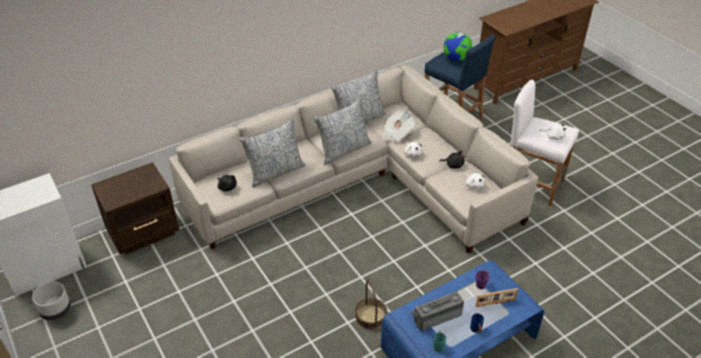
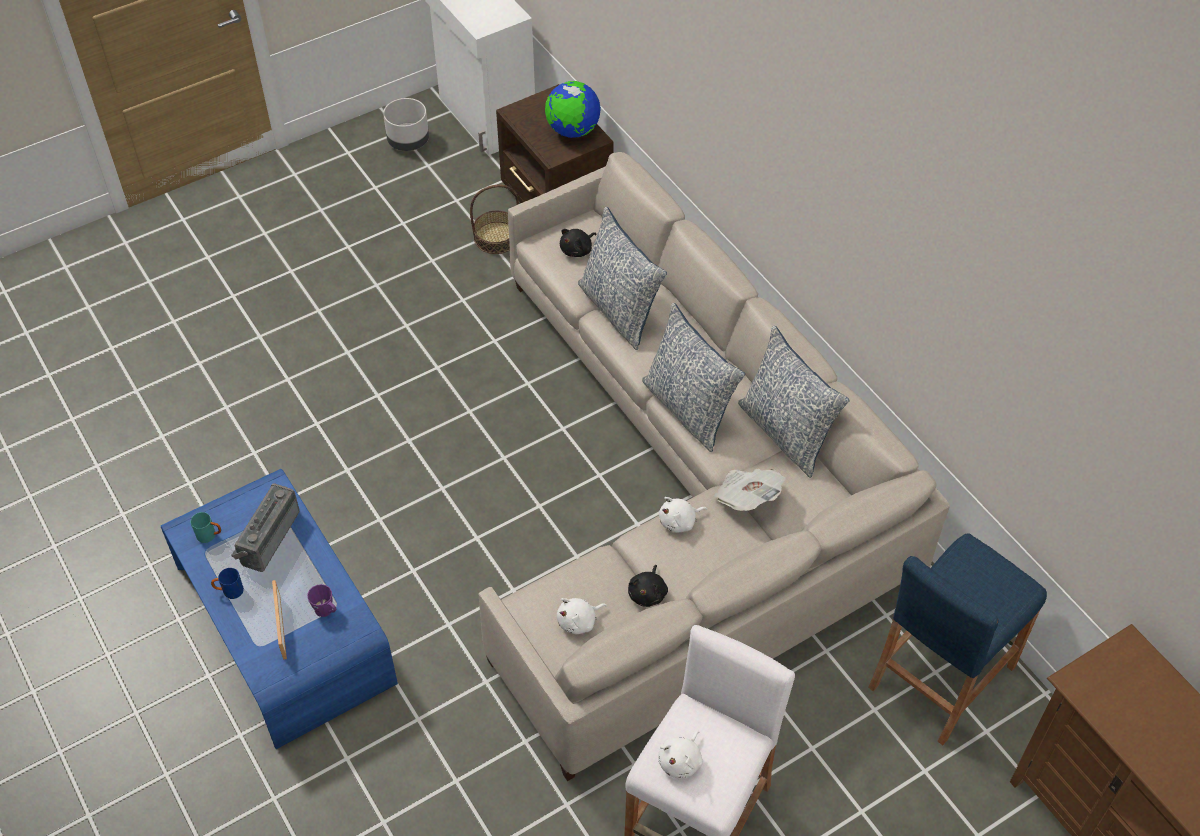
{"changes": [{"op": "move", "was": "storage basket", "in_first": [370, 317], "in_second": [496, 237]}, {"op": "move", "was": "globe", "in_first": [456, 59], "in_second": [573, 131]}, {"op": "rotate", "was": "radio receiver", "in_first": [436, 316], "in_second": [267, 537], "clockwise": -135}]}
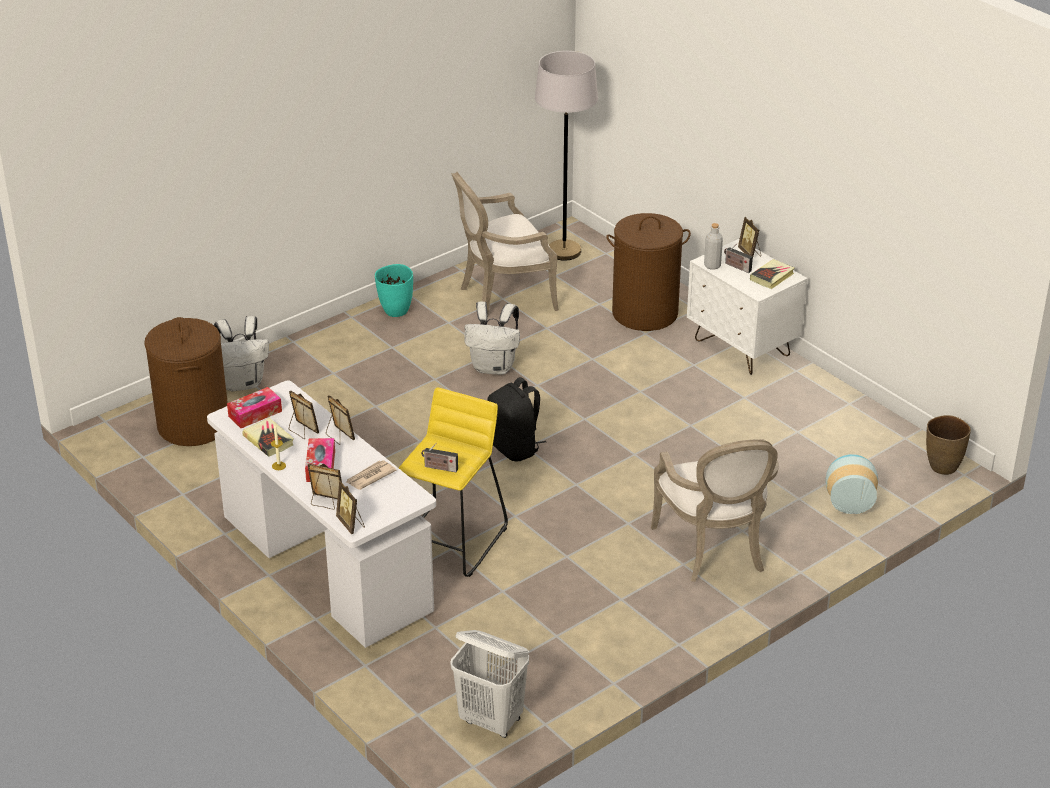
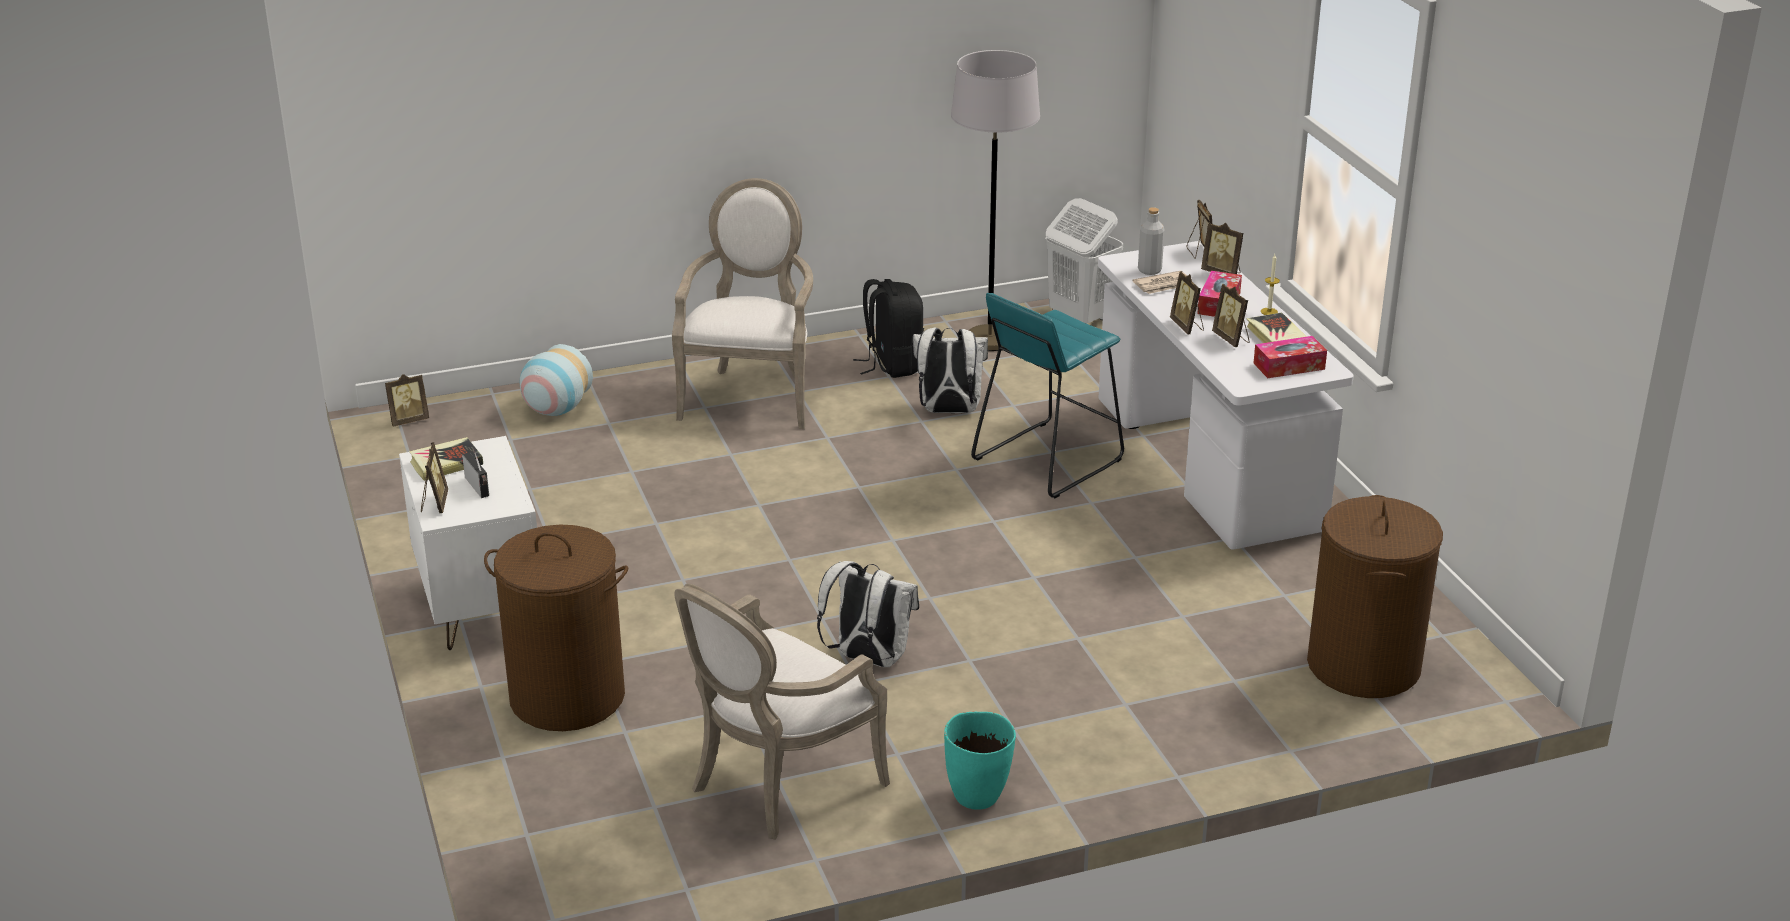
{"changes": [{"op": "delete", "was": "radio receiver", "in_first": [439, 468]}, {"op": "move", "was": "white backpack", "in_first": [243, 383], "in_second": [948, 411]}, {"op": "move", "was": "black backpack", "in_first": [515, 448], "in_second": [892, 365]}, {"op": "move", "was": "gray standing lamp", "in_first": [564, 251], "in_second": [989, 340]}, {"op": "move", "was": "gray bottle", "in_first": [712, 265], "in_second": [1149, 270]}, {"op": "replace", "was": "brownish vase", "now": "picture frame", "in_first": [942, 467], "in_second": [408, 420]}, {"op": "recolor", "was": "yellow-coloured sitting stool", "now": "turquoise sitting stool", "in_first": [451, 540], "in_second": [1047, 459]}, {"op": "rotate", "was": "lounge chair", "in_first": [502, 296], "in_second": [775, 784], "clockwise": 135}]}
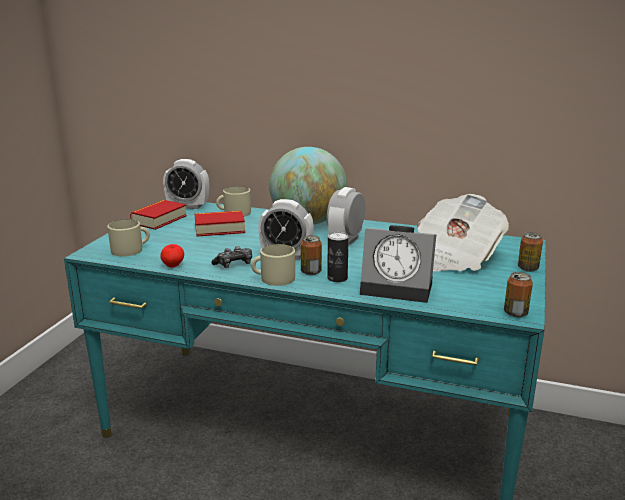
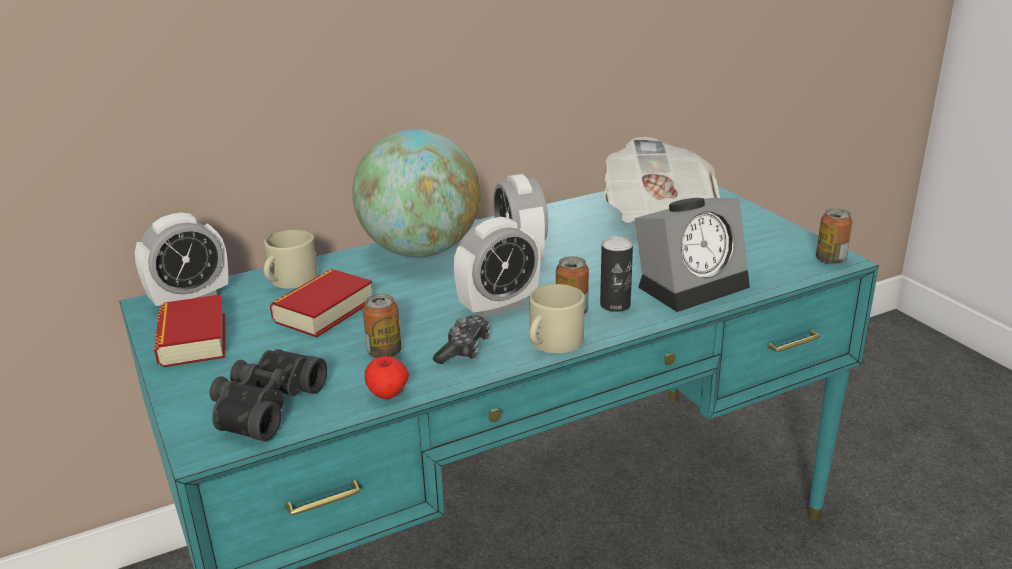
{"changes": [{"op": "move", "was": "can", "in_first": [528, 268], "in_second": [384, 352]}, {"op": "replace", "was": "beige-coloured mug", "now": "black field glasses", "in_first": [131, 250], "in_second": [264, 406]}]}
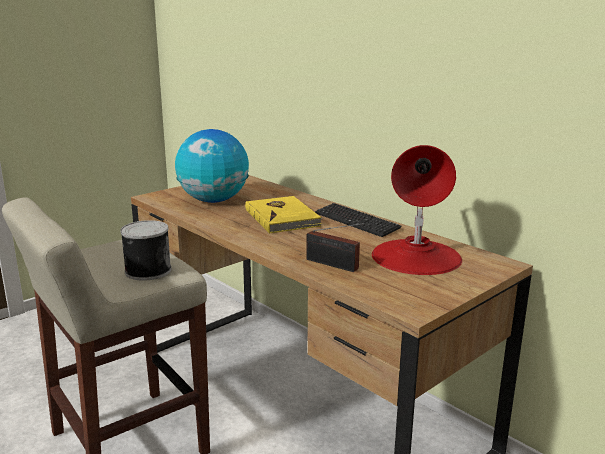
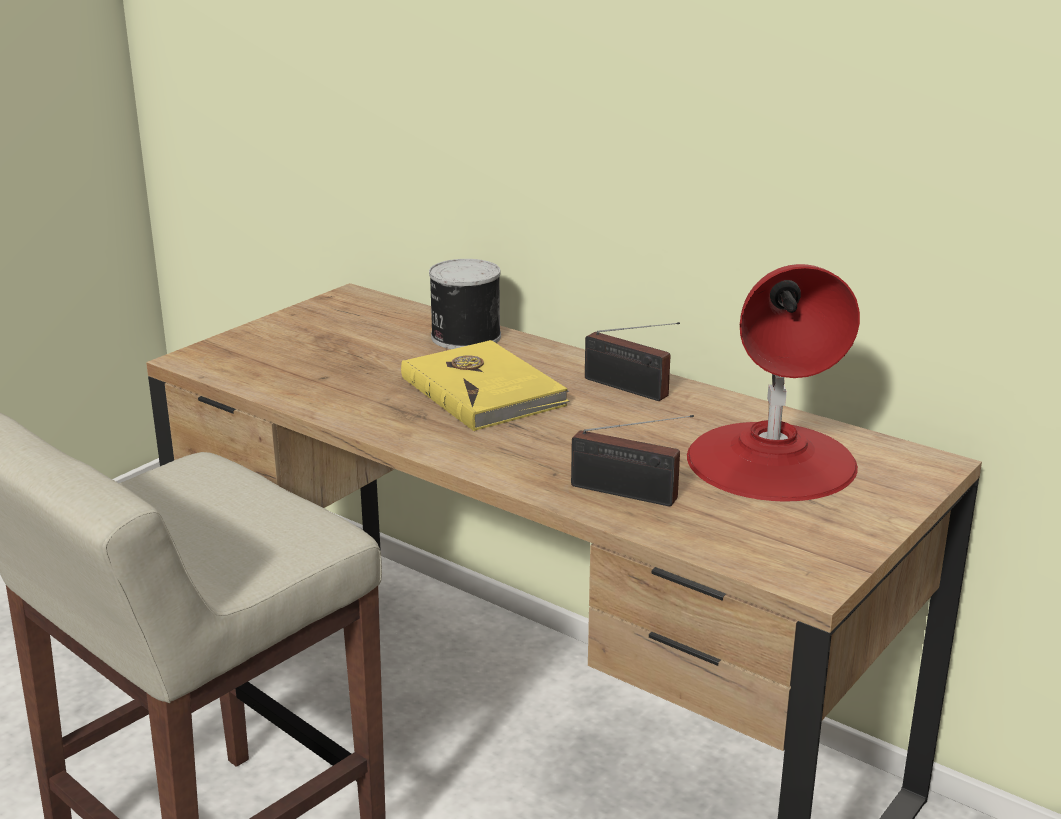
{"changes": [{"op": "delete", "was": "globe", "in_first": [213, 201]}, {"op": "move", "was": "can", "in_first": [147, 270], "in_second": [464, 336]}, {"op": "replace", "was": "keyboard", "now": "radio receiver", "in_first": [356, 221], "in_second": [629, 389]}]}
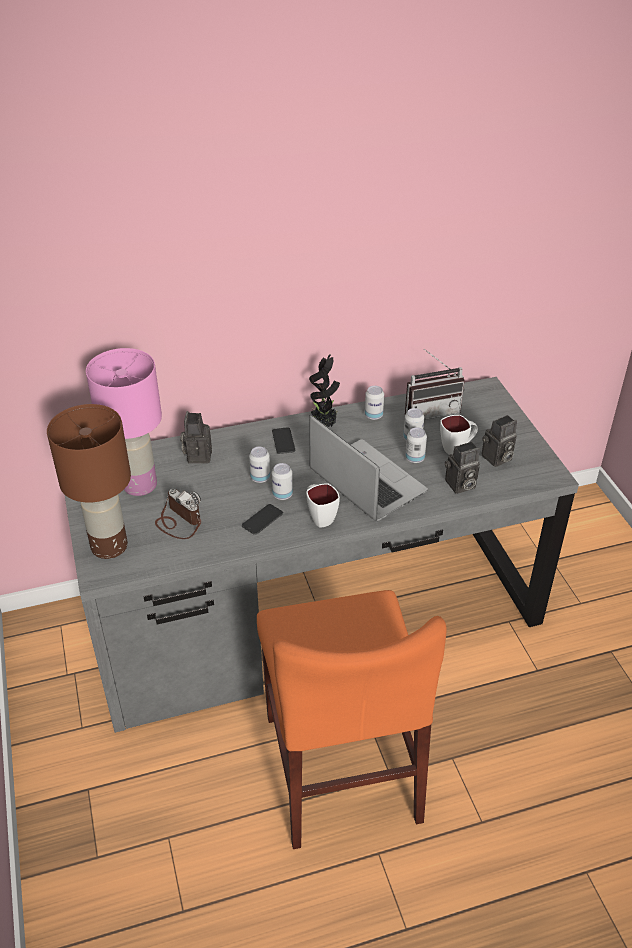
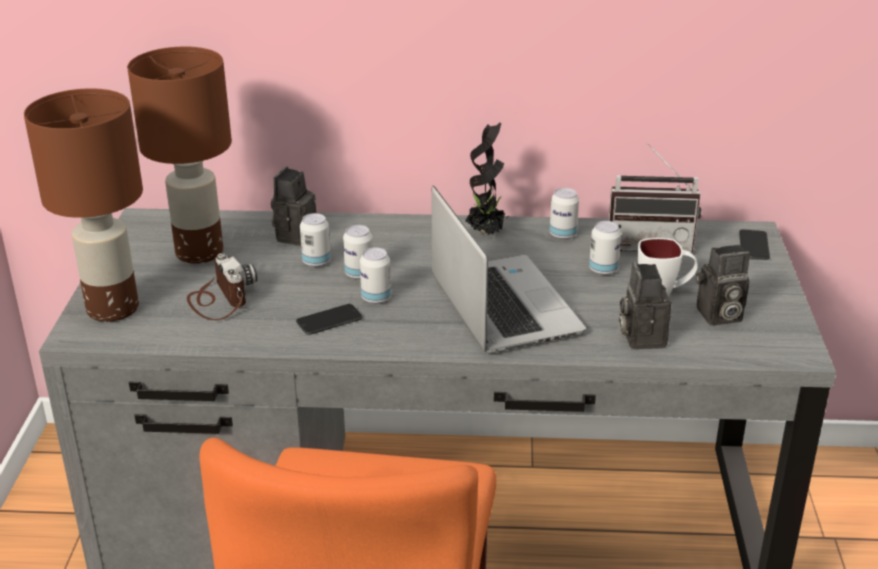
{"changes": [{"op": "delete", "was": "white mug", "in_first": [319, 517]}, {"op": "move", "was": "phone", "in_first": [283, 441], "in_second": [753, 246]}, {"op": "move", "was": "can", "in_first": [414, 458], "in_second": [316, 262]}, {"op": "recolor", "was": "pink table lamp", "now": "brownish table lamp", "in_first": [139, 485], "in_second": [198, 253]}, {"op": "rotate", "was": "photo camera", "in_first": [460, 485], "in_second": [641, 337], "clockwise": 90}]}
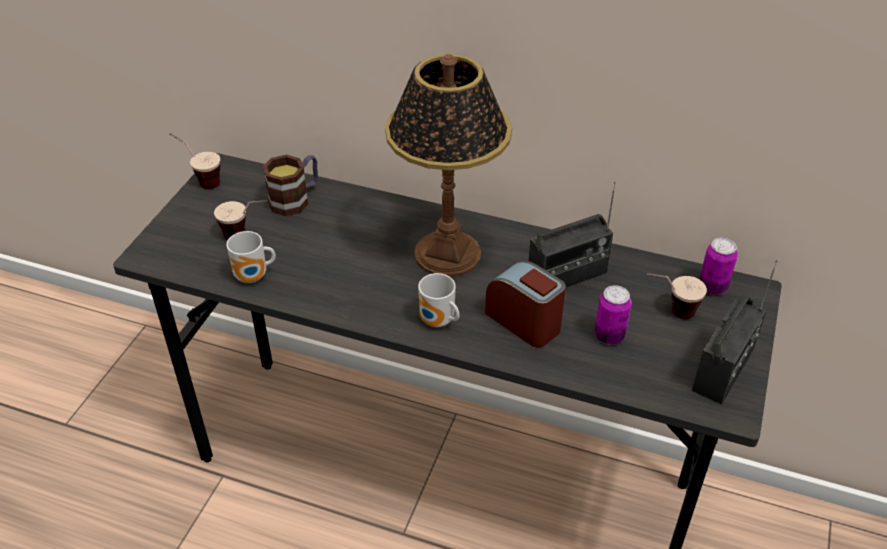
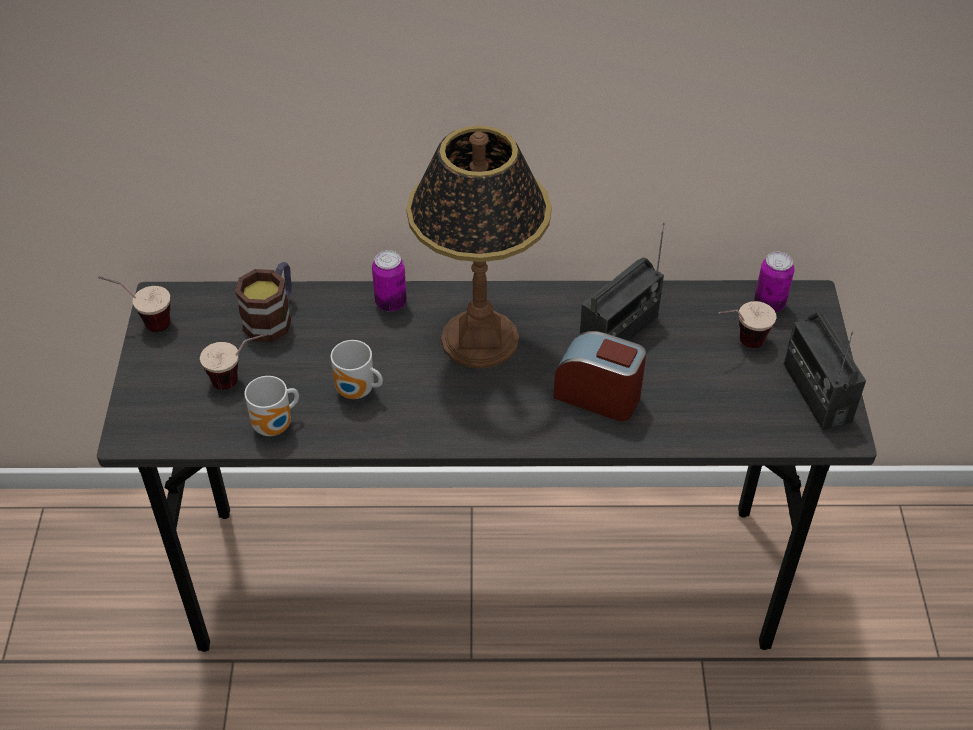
{"changes": [{"op": "move", "was": "mug", "in_first": [438, 322], "in_second": [357, 392]}, {"op": "move", "was": "can", "in_first": [609, 336], "in_second": [391, 303]}, {"op": "rotate", "was": "radio receiver", "in_first": [723, 370], "in_second": [816, 393], "clockwise": 150}]}
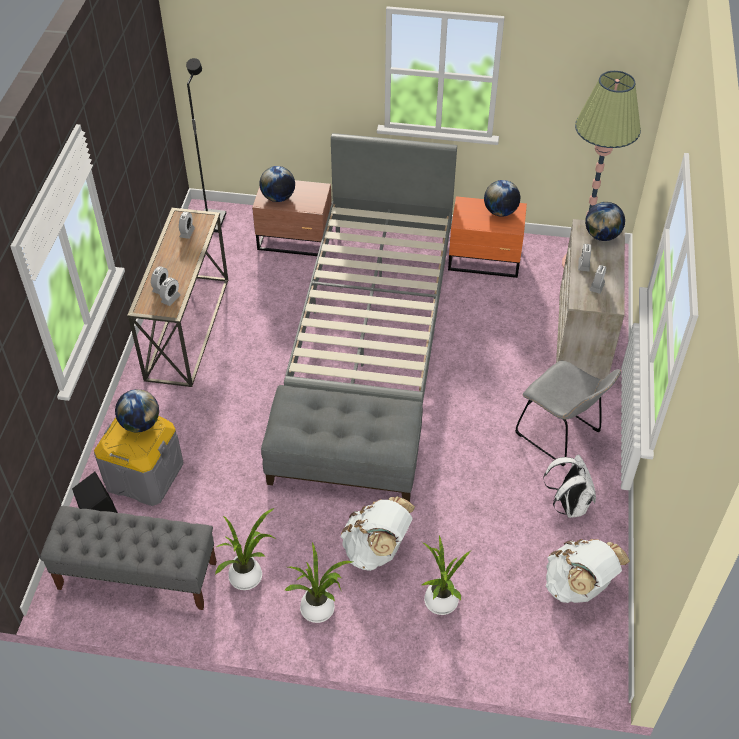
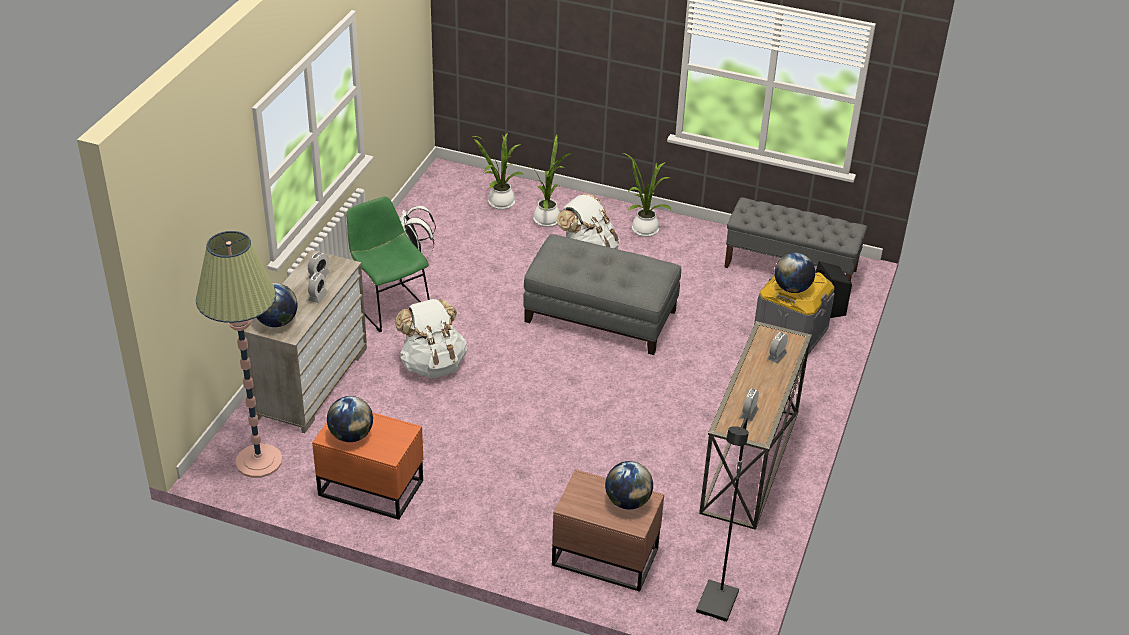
{"changes": [{"op": "delete", "was": "alarm clock", "in_first": [171, 299]}, {"op": "delete", "was": "gray bed", "in_first": [374, 320]}, {"op": "move", "was": "plant in a pot", "in_first": [248, 576], "in_second": [499, 203]}, {"op": "move", "was": "white backpack", "in_first": [578, 586], "in_second": [433, 364]}, {"op": "recolor", "was": "gray chair", "now": "green-coloured chair", "in_first": [561, 435], "in_second": [388, 305]}]}
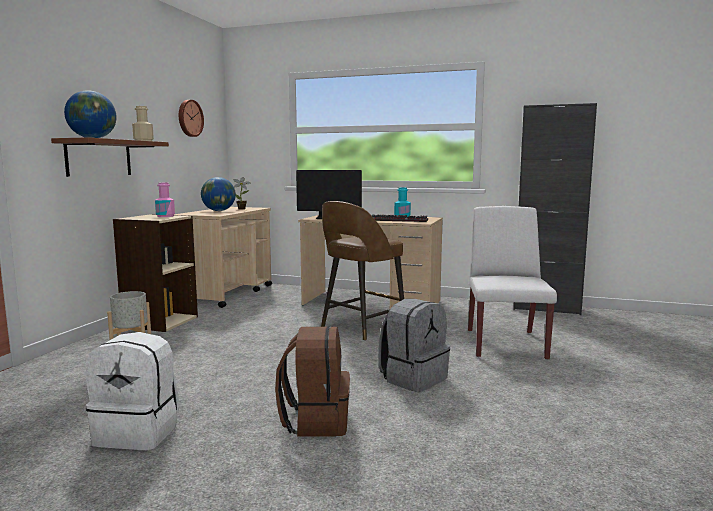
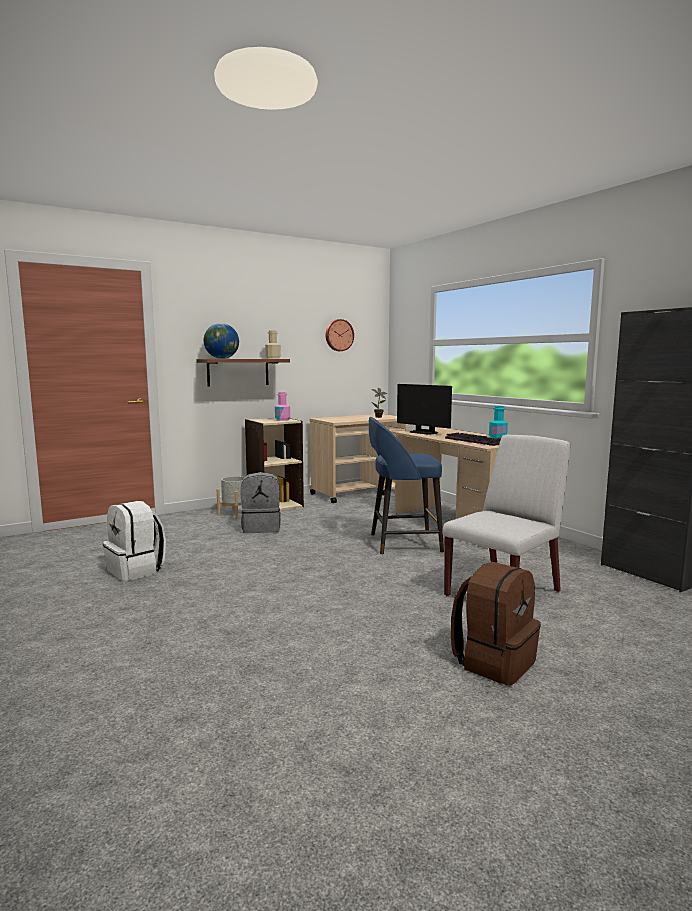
{"changes": [{"op": "delete", "was": "globe", "in_first": [219, 211]}, {"op": "move", "was": "brownish backpack", "in_first": [315, 421], "in_second": [494, 662]}, {"op": "move", "was": "gray backpack", "in_first": [413, 378], "in_second": [261, 528]}, {"op": "recolor", "was": "brownish sitting stool", "now": "blue sitting stool", "in_first": [361, 327], "in_second": [402, 543]}]}
